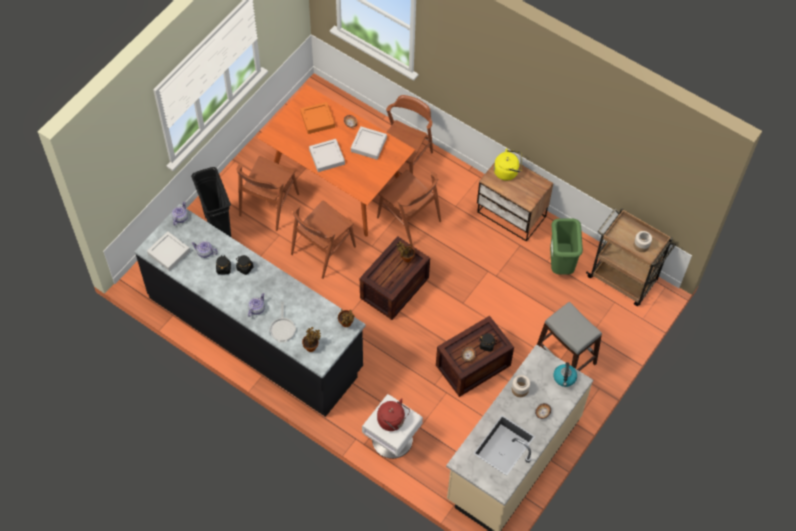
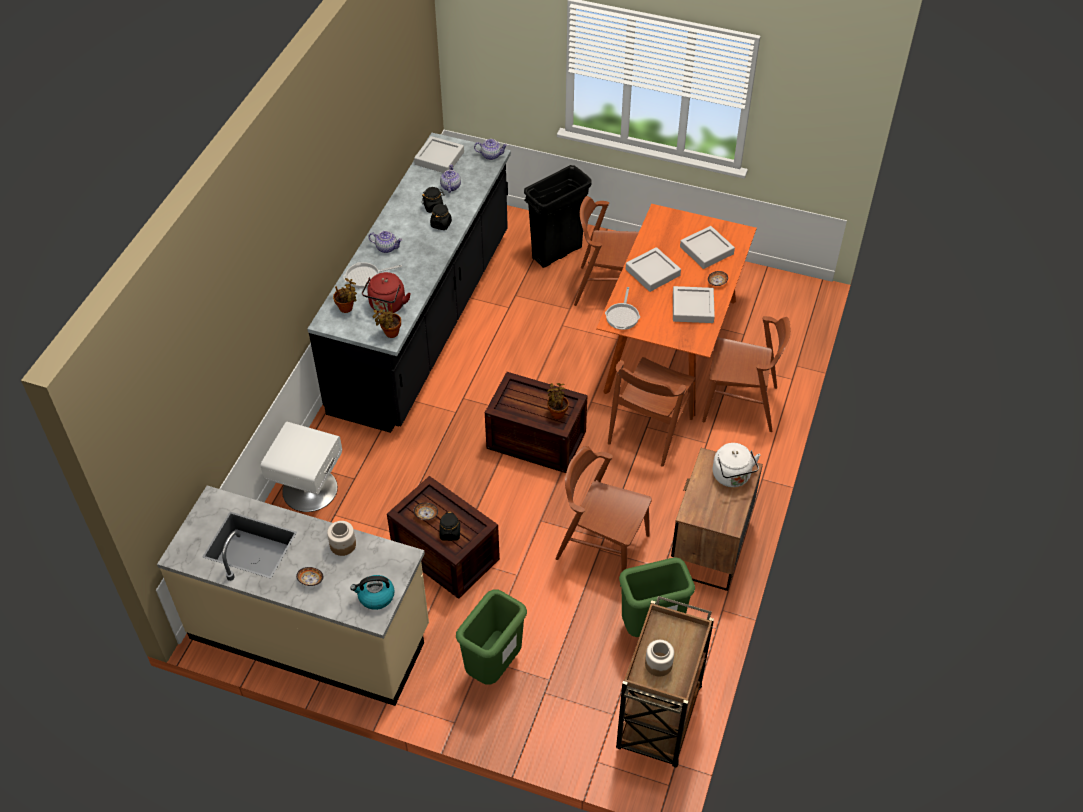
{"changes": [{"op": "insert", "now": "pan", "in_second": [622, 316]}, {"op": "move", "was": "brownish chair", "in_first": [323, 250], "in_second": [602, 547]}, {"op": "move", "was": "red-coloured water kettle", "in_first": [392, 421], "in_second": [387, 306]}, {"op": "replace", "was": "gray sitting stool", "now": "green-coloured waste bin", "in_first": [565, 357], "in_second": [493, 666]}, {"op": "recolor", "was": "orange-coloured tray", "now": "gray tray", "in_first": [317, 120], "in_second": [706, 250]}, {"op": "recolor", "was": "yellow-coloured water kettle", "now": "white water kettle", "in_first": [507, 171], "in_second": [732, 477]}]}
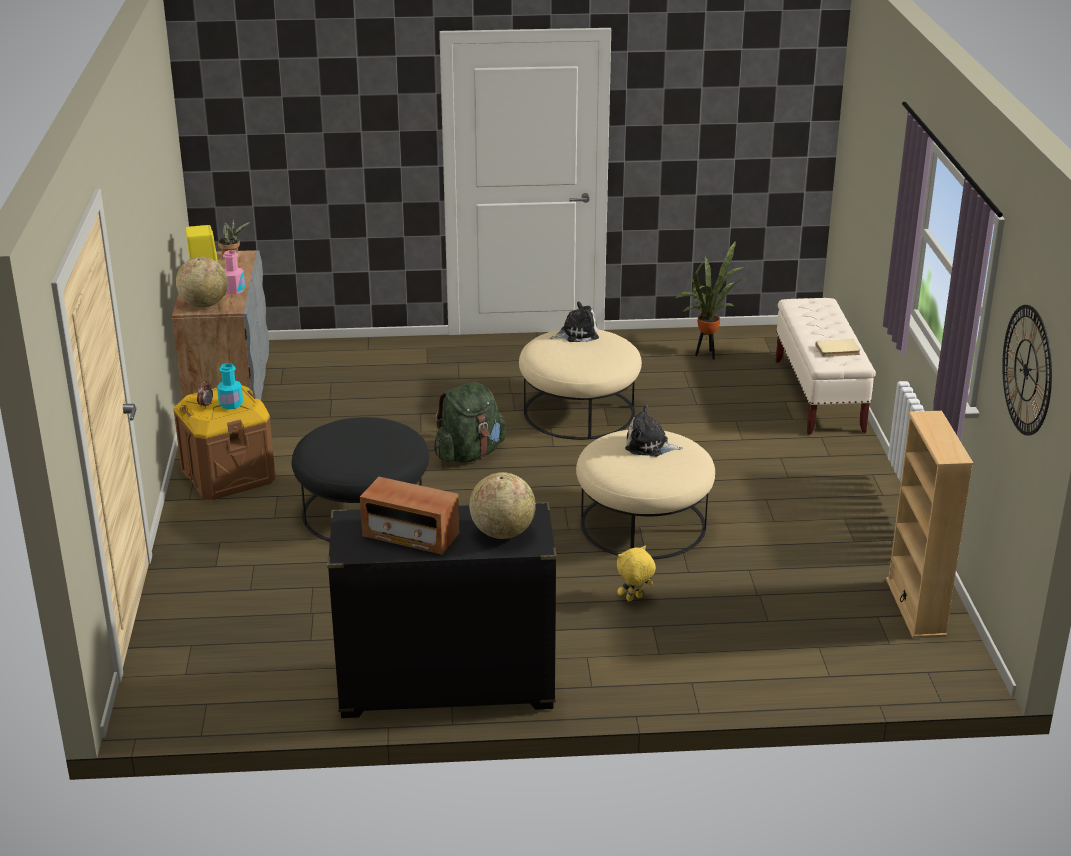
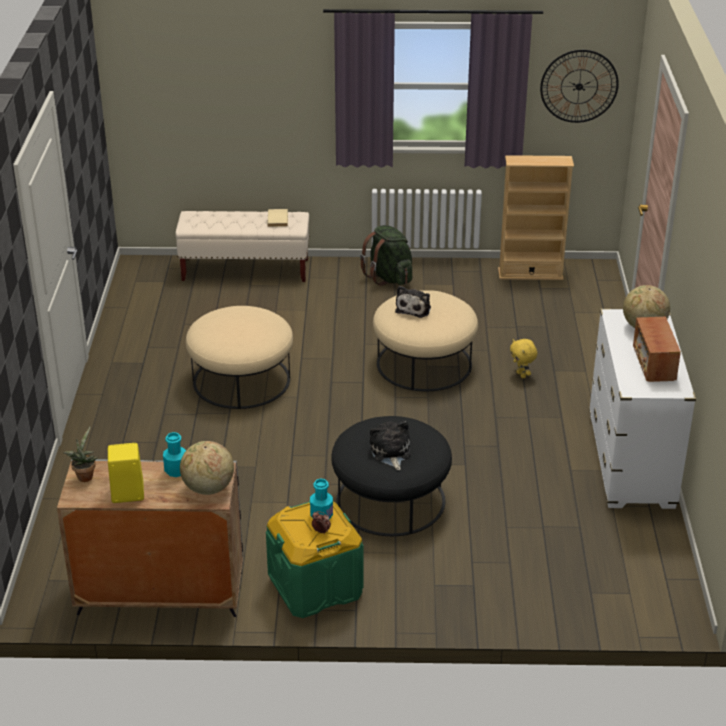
{"changes": [{"op": "delete", "was": "plant in a pot", "in_first": [707, 355]}, {"op": "move", "was": "green-coloured backpack", "in_first": [469, 454], "in_second": [389, 277]}, {"op": "move", "was": "plush toy", "in_first": [576, 334], "in_second": [390, 452]}, {"op": "recolor", "was": "brownish storage box", "now": "green-coloured storage box", "in_first": [228, 475], "in_second": [315, 586]}, {"op": "recolor", "was": "pink bottle", "now": "turquoise bottle", "in_first": [234, 290], "in_second": [176, 470]}, {"op": "recolor", "was": "black drawer chest", "now": "white drawer chest", "in_first": [446, 686], "in_second": [631, 461]}, {"op": "rotate", "was": "radio receiver", "in_first": [410, 536], "in_second": [653, 363], "clockwise": 150}]}
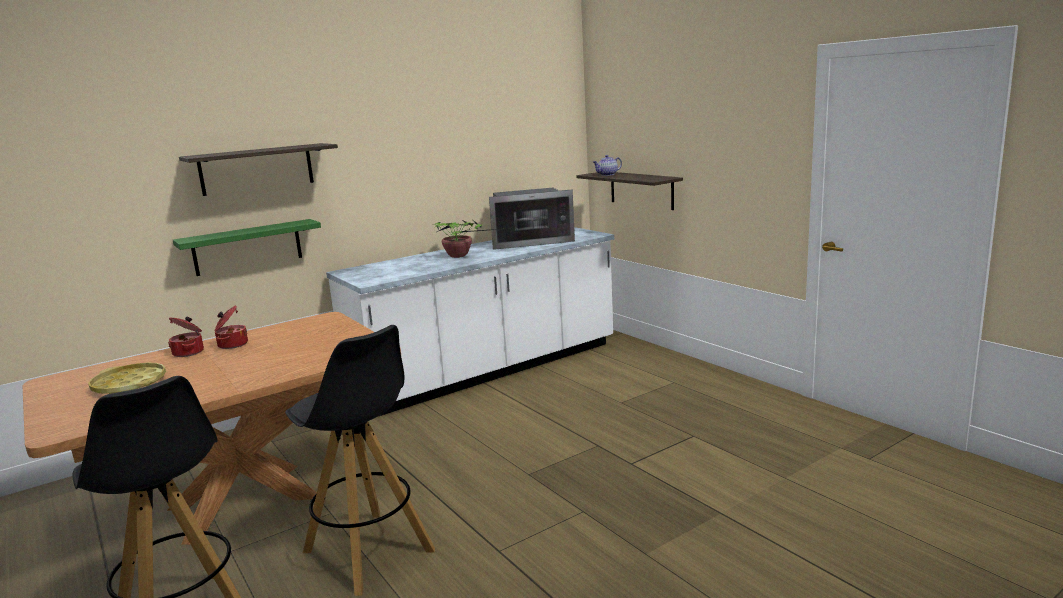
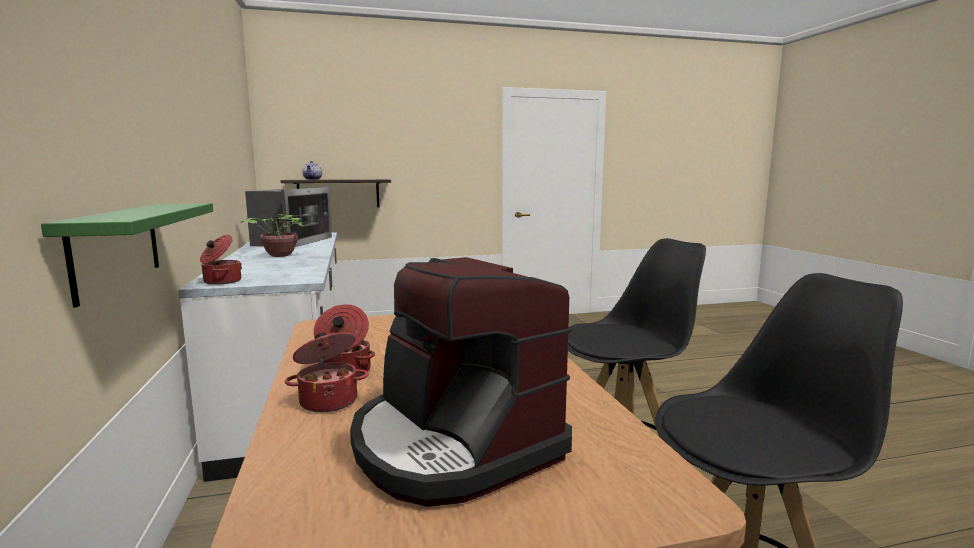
{"changes": [{"op": "delete", "was": "bracket shelf", "in_first": [257, 169]}, {"op": "insert", "now": "saucepot", "in_second": [221, 281]}, {"op": "replace", "was": "yellow-coloured tray", "now": "coffee maker", "in_first": [129, 384], "in_second": [453, 444]}]}
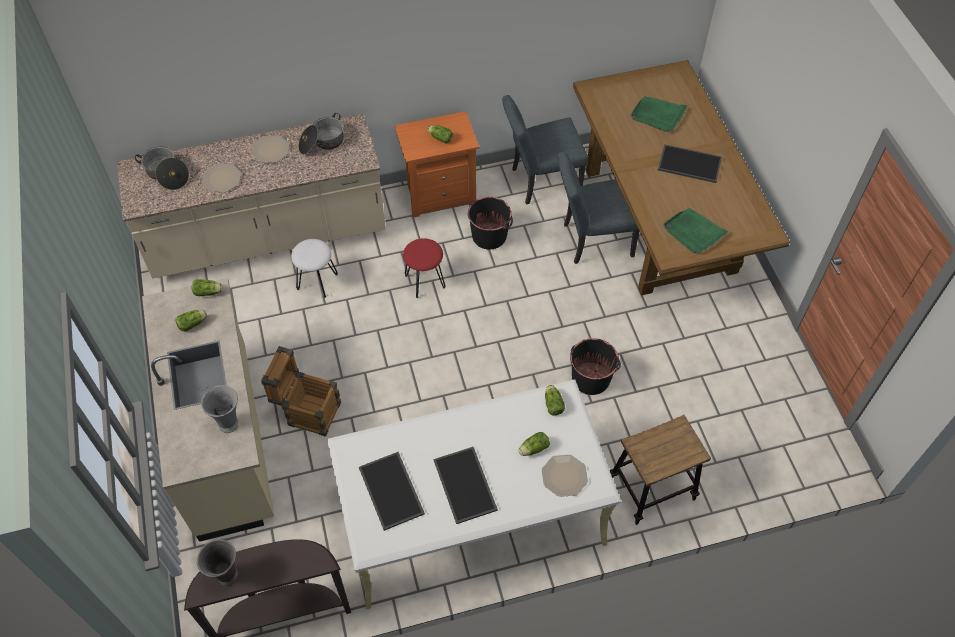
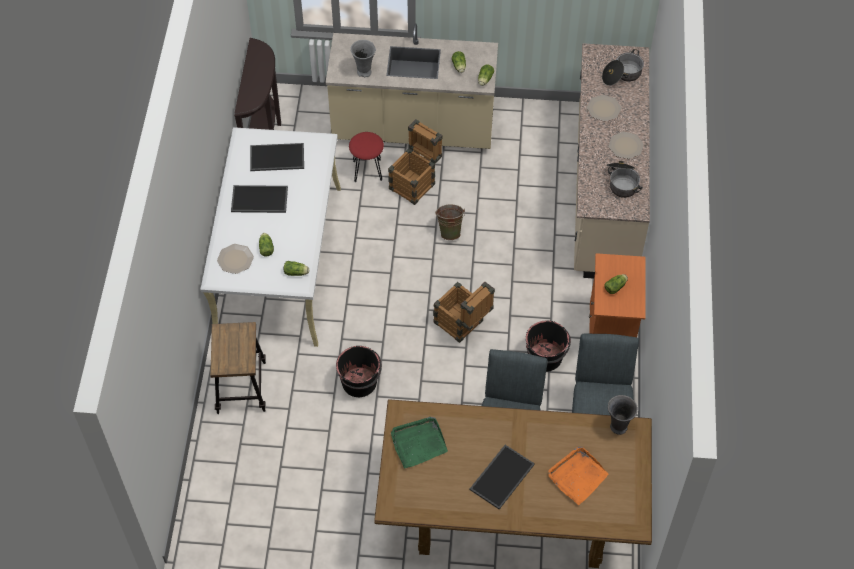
{"changes": [{"op": "delete", "was": "white sitting stool", "in_first": [317, 281]}, {"op": "insert", "now": "crate", "in_second": [462, 325]}, {"op": "insert", "now": "green-coloured pail", "in_second": [450, 231]}, {"op": "move", "was": "gray vase", "in_first": [227, 576], "in_second": [618, 427]}, {"op": "move", "was": "red-coloured sitting stool", "in_first": [425, 281], "in_second": [367, 170]}, {"op": "recolor", "was": "green-coloured tray", "now": "orange-coloured tray", "in_first": [658, 115], "in_second": [577, 476]}]}
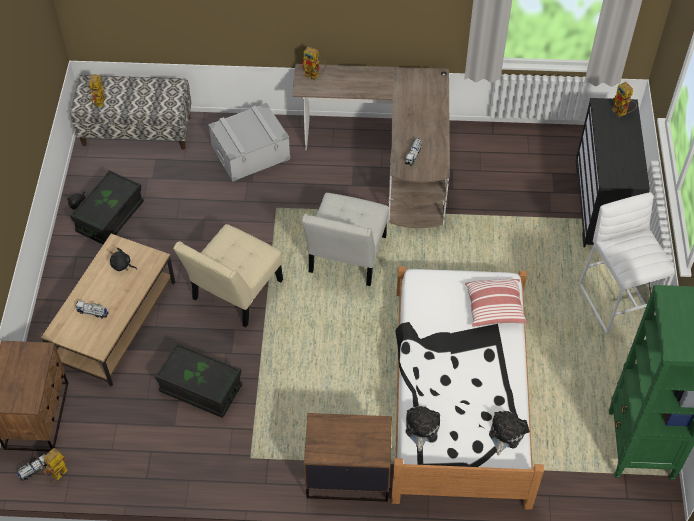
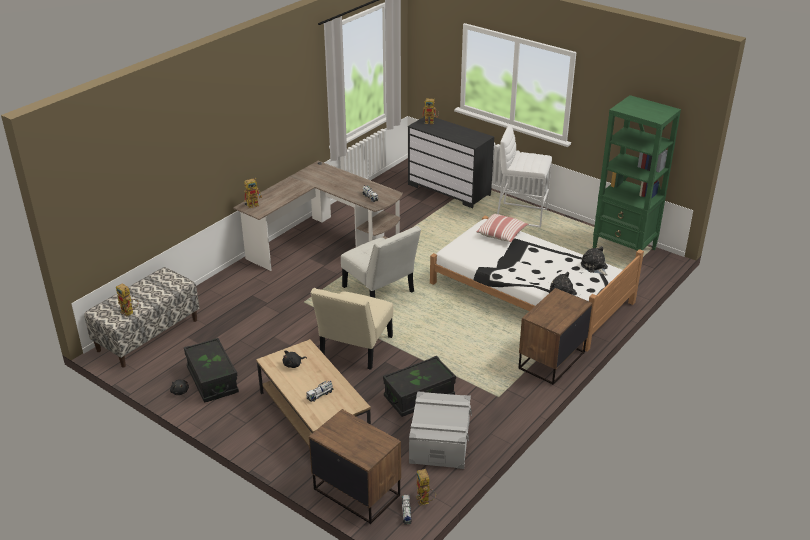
{"changes": [{"op": "move", "was": "gray storage box", "in_first": [250, 153], "in_second": [439, 442]}, {"op": "rotate", "was": "beige-coloured chair", "in_first": [234, 293], "in_second": [354, 349], "clockwise": 45}]}
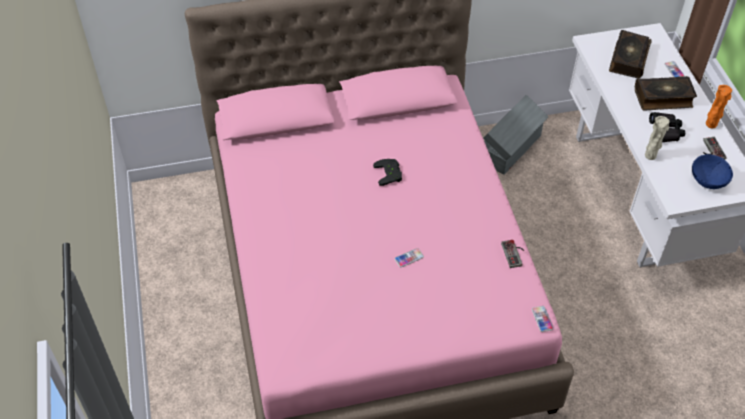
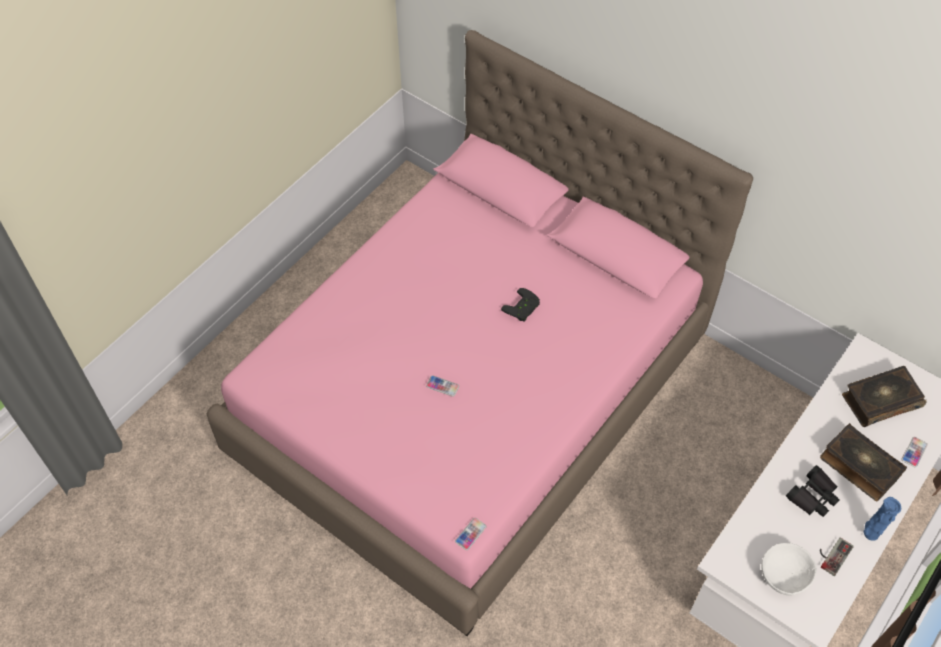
{"changes": [{"op": "delete", "was": "gray storage box", "in_first": [511, 148]}, {"op": "delete", "was": "joypad", "in_first": [515, 254]}, {"op": "delete", "was": "beige-coloured vase", "in_first": [650, 156]}, {"op": "recolor", "was": "blue bowl", "now": "white bowl", "in_first": [707, 180], "in_second": [784, 575]}, {"op": "recolor", "was": "orange-coloured vase", "now": "blue vase", "in_first": [711, 125], "in_second": [870, 534]}]}
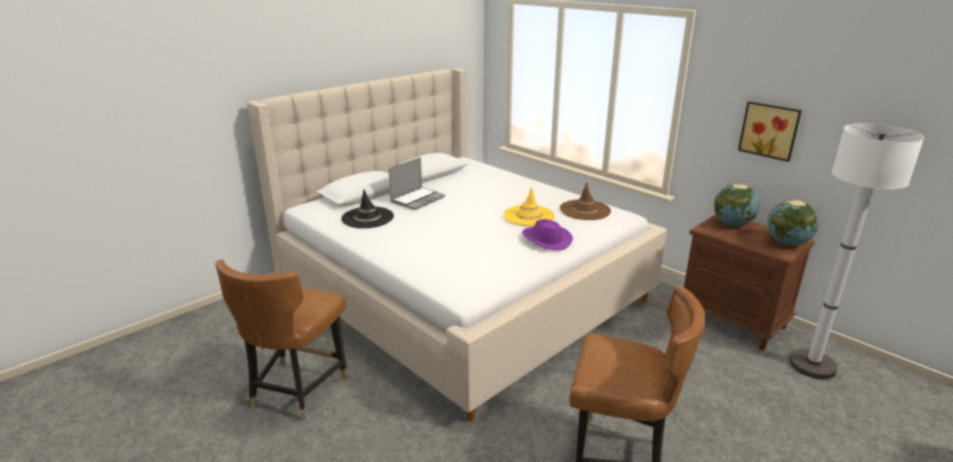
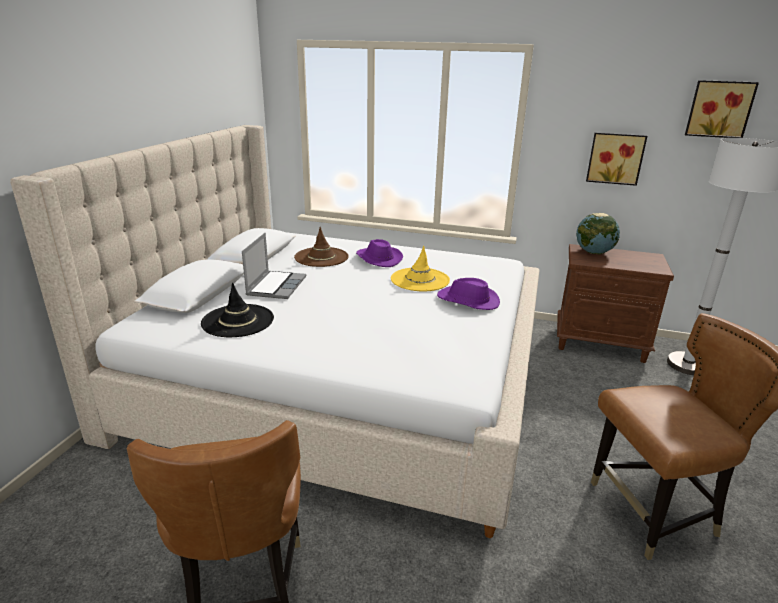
{"changes": [{"op": "delete", "was": "globe", "in_first": [787, 243]}, {"op": "insert", "now": "purplish hat", "in_second": [378, 258]}, {"op": "insert", "now": "wall art", "in_second": [719, 109]}, {"op": "move", "was": "brownish hat", "in_first": [585, 210], "in_second": [321, 257]}]}
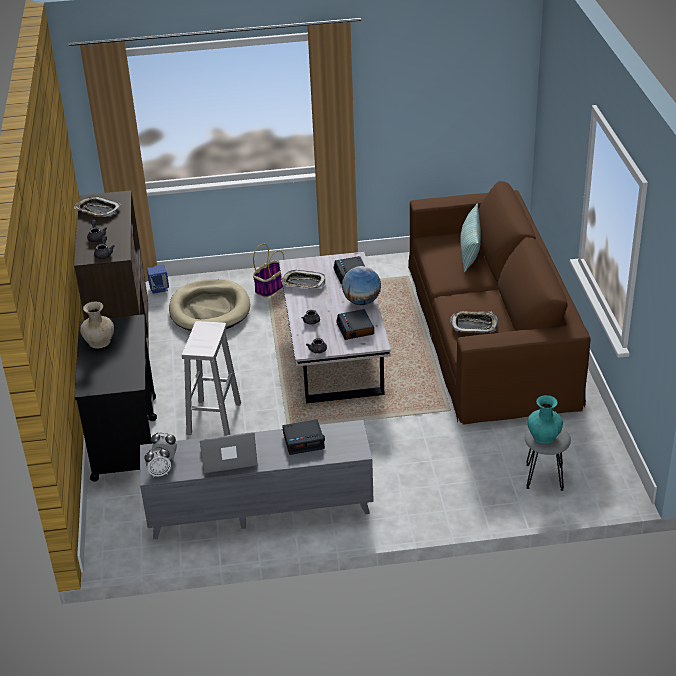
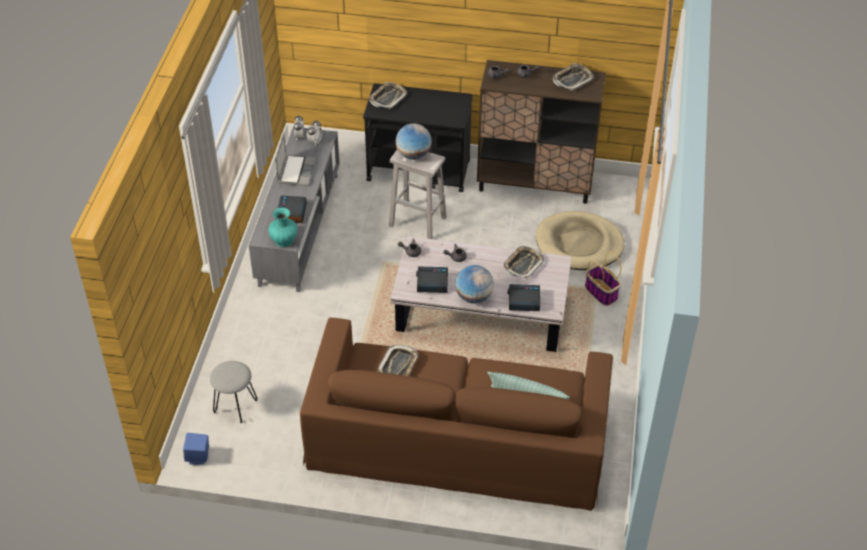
{"changes": [{"op": "delete", "was": "beige-coloured vase", "in_first": [100, 342]}, {"op": "insert", "now": "tray", "in_second": [388, 98]}, {"op": "insert", "now": "globe", "in_second": [413, 155]}, {"op": "move", "was": "blue loudspeaker", "in_first": [159, 288], "in_second": [198, 457]}, {"op": "move", "was": "turquoise vase", "in_first": [544, 436], "in_second": [283, 240]}]}
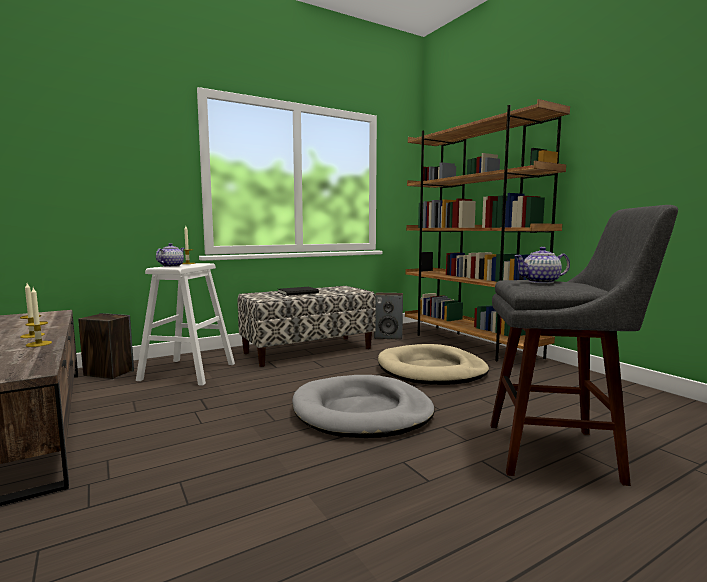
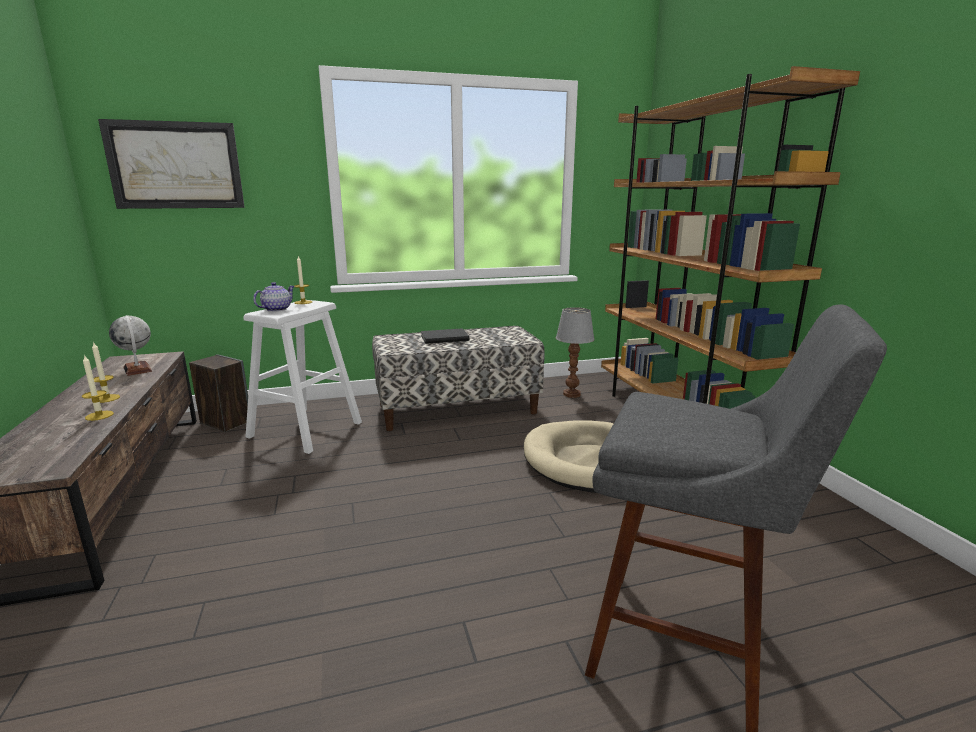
{"changes": [{"op": "delete", "was": "gray pet bed", "in_first": [362, 412]}, {"op": "delete", "was": "teapot", "in_first": [541, 282]}, {"op": "insert", "now": "wall art", "in_second": [176, 165]}, {"op": "insert", "now": "globe", "in_second": [138, 369]}, {"op": "replace", "was": "loudspeaker", "now": "table lamp", "in_first": [388, 336], "in_second": [572, 394]}]}
